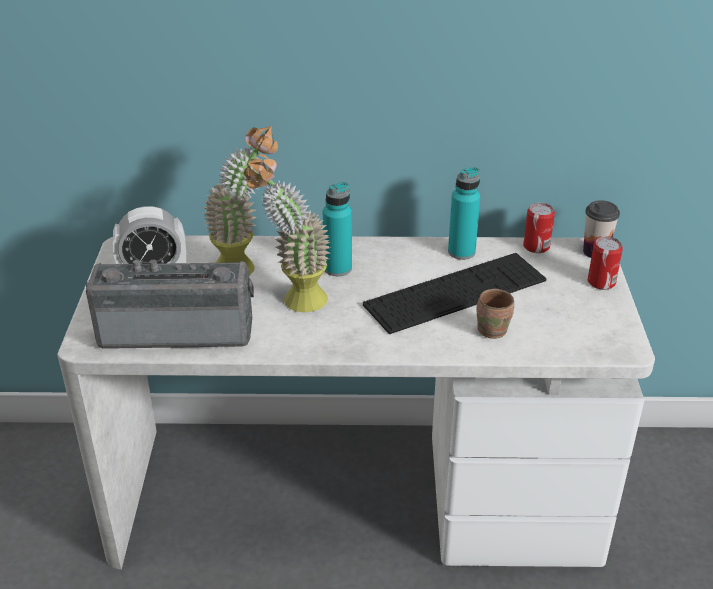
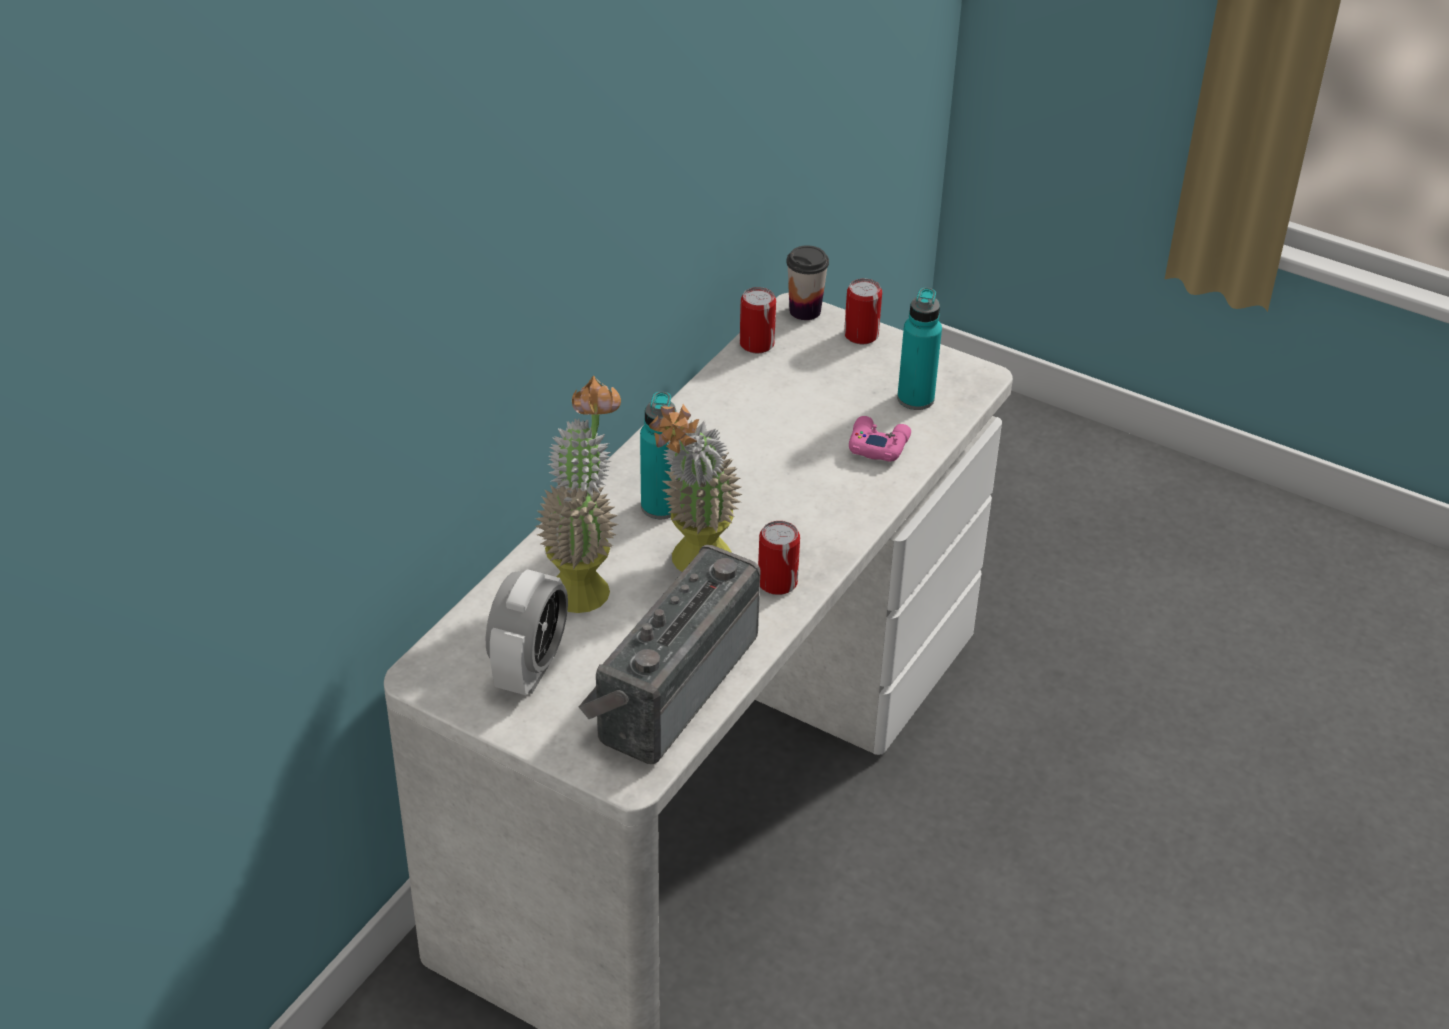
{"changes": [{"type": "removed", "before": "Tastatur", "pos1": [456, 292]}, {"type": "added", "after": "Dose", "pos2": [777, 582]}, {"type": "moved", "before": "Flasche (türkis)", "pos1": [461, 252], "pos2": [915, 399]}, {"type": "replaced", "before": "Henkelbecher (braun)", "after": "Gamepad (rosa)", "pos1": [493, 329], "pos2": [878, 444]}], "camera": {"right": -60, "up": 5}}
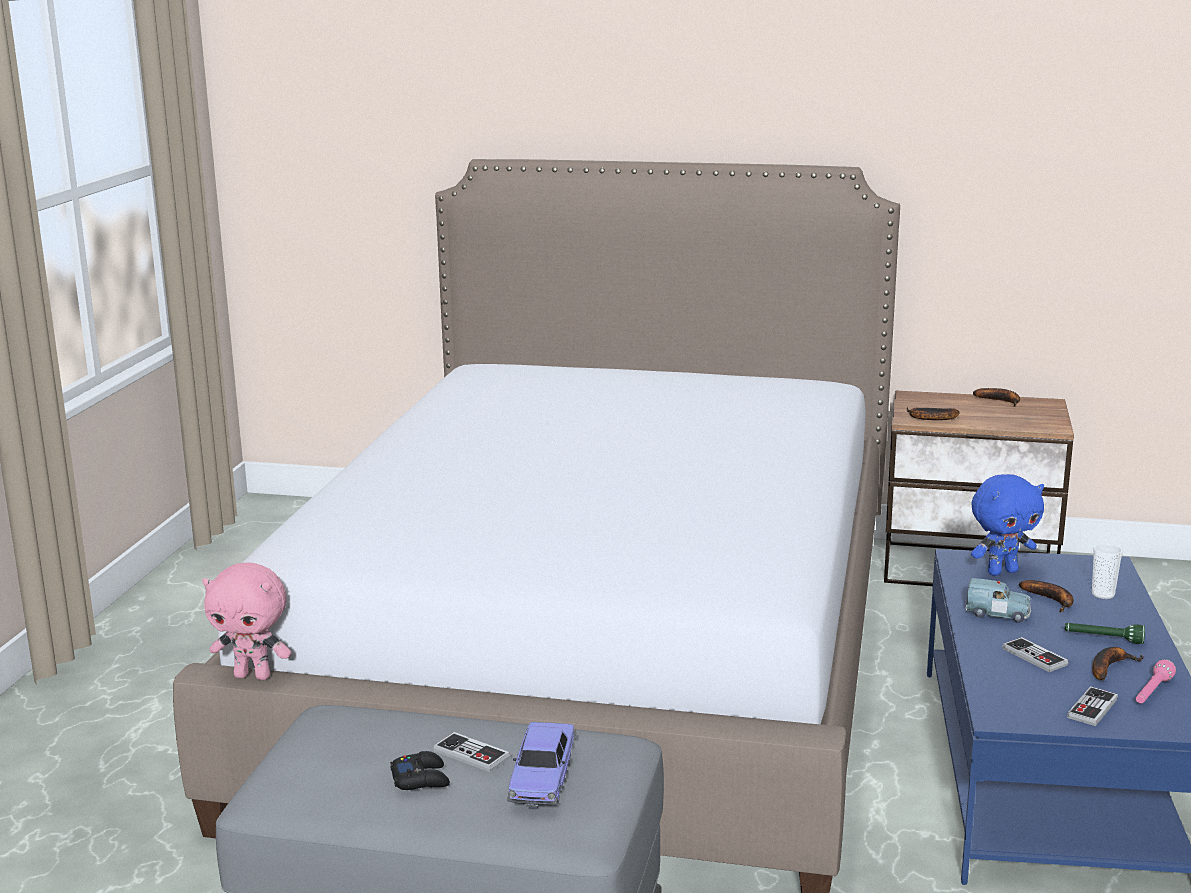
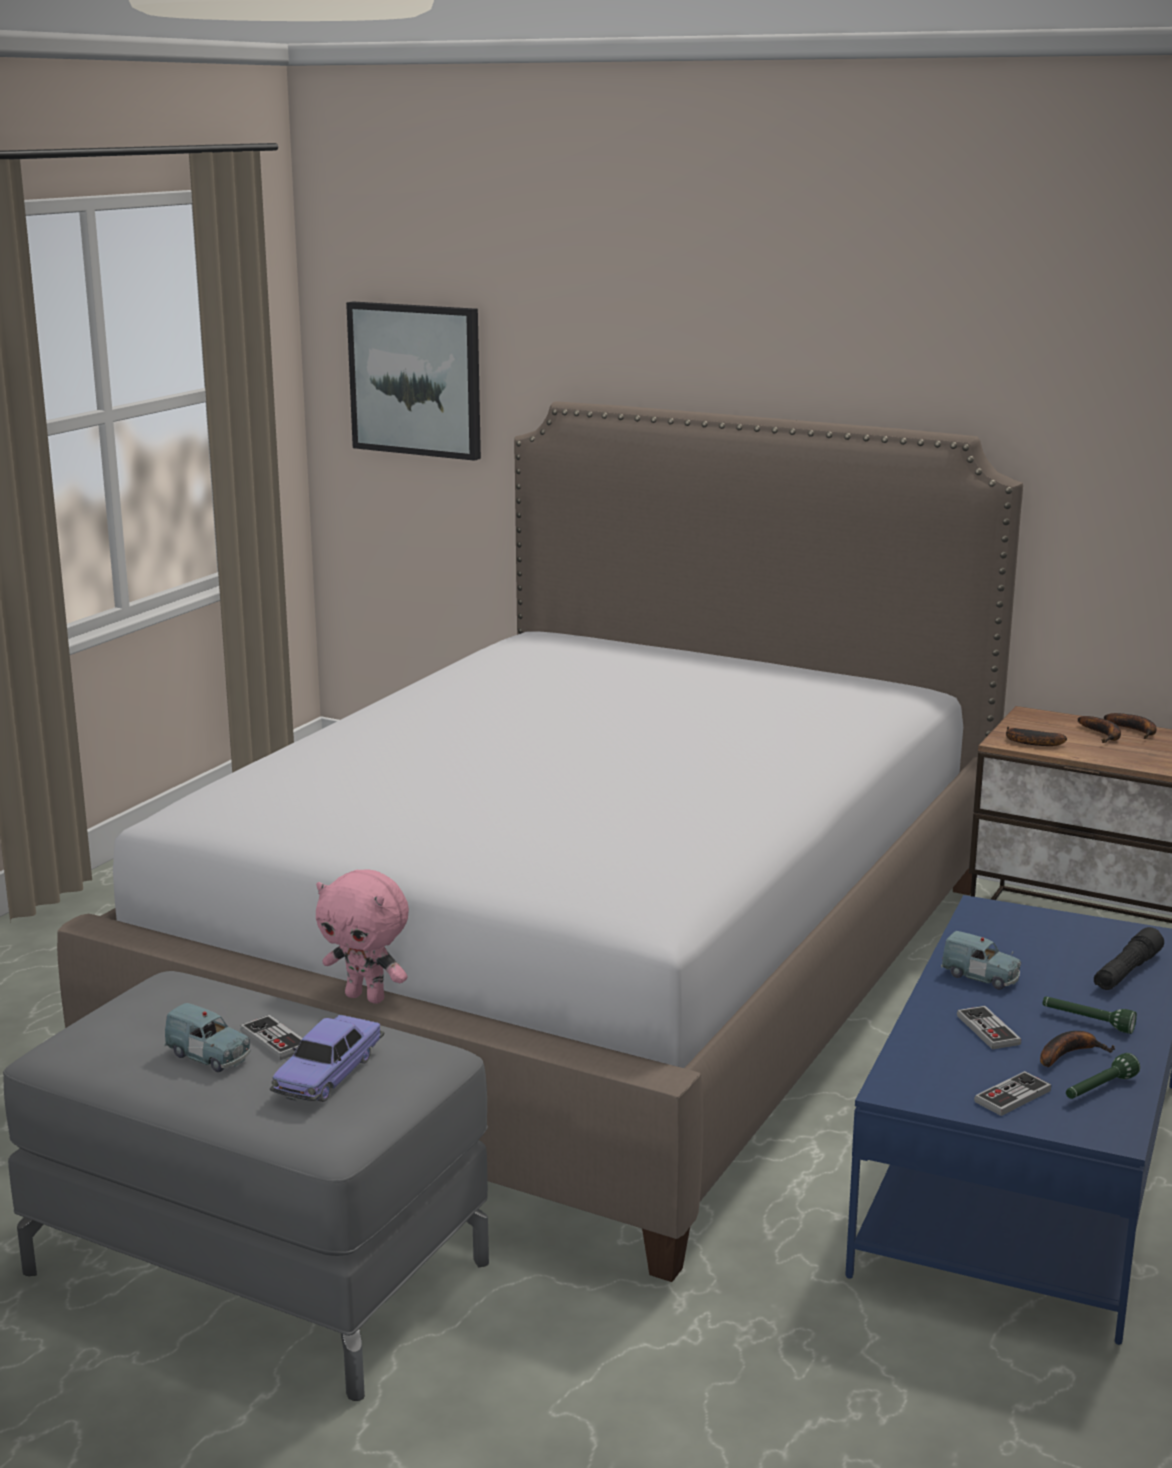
{"changes": [{"type": "removed", "before": "Plüschtier (blau)", "pos1": [1002, 571]}, {"type": "added", "after": "Bild", "pos2": [416, 379]}, {"type": "moved", "before": "Plüschtier (rosa)", "pos1": [253, 675], "pos2": [367, 997]}, {"type": "moved", "before": "Banane", "pos1": [1052, 600], "pos2": [1103, 735]}, {"type": "replaced", "before": "Gamepad (schwarz)", "after": "Spielzeugauto (blau)", "pos1": [421, 779], "pos2": [209, 1056]}, {"type": "replaced", "before": "Tasse", "after": "Taschenlampe (schwarz)", "pos1": [1103, 595], "pos2": [1126, 972]}, {"type": "recoloured", "before": "Taschenlampe (rosa)", "after": "Taschenlampe (grün)", "pos1": [1152, 692], "pos2": [1099, 1089]}], "camera": {"right": 15, "up": 0}}
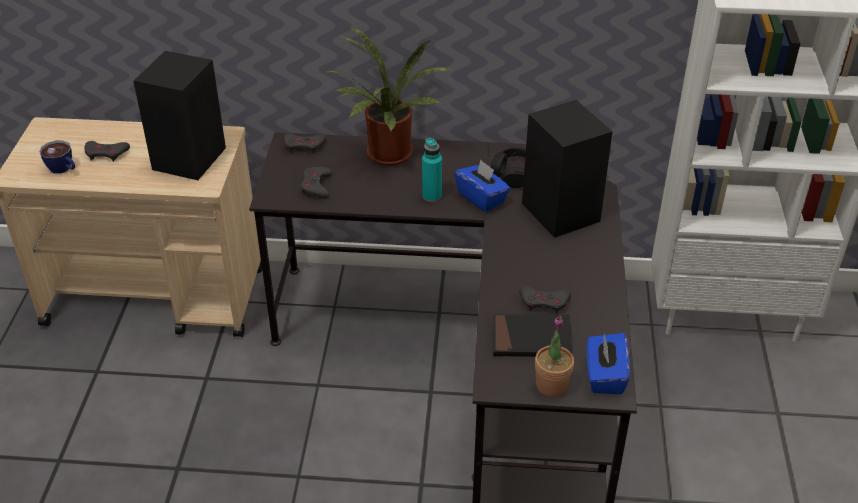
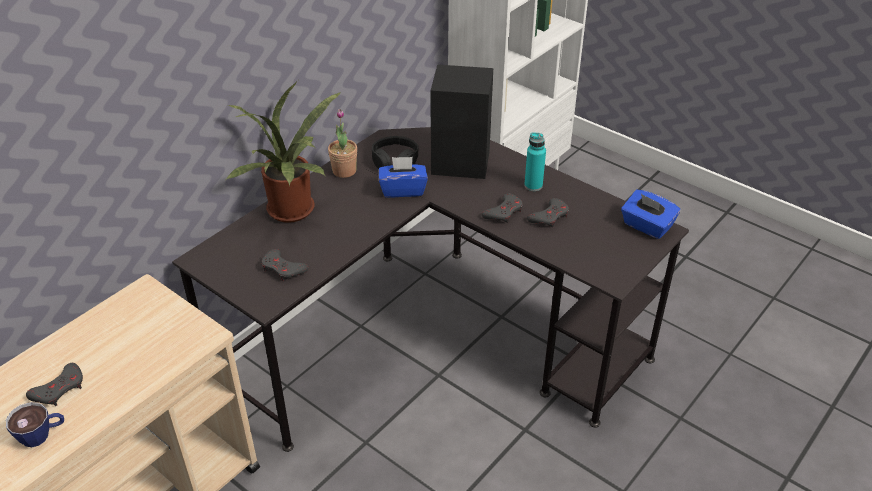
{"changes": [{"type": "removed", "before": "Lautsprecher (schwarz)", "pos1": [190, 157]}, {"type": "removed", "before": "Buch (schwarz)", "pos1": [531, 339]}, {"type": "moved", "before": "Gamepad (grau)", "pos1": [303, 146], "pos2": [503, 212]}, {"type": "moved", "before": "Flasche (türkis)", "pos1": [432, 196], "pos2": [533, 185]}, {"type": "moved", "before": "Topfpflanze", "pos1": [551, 385], "pos2": [344, 171]}], "camera": {"right": -55, "up": 0}}
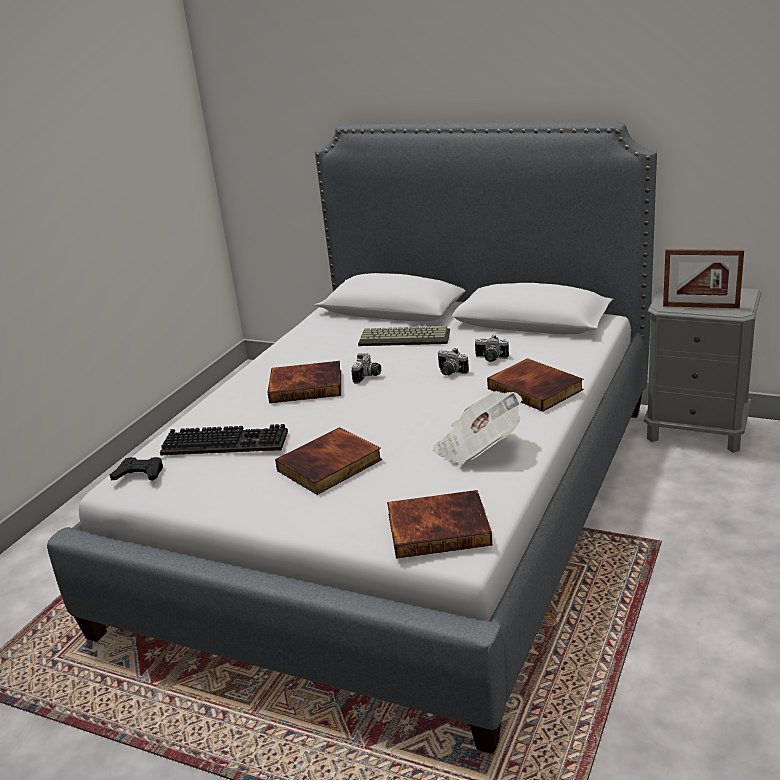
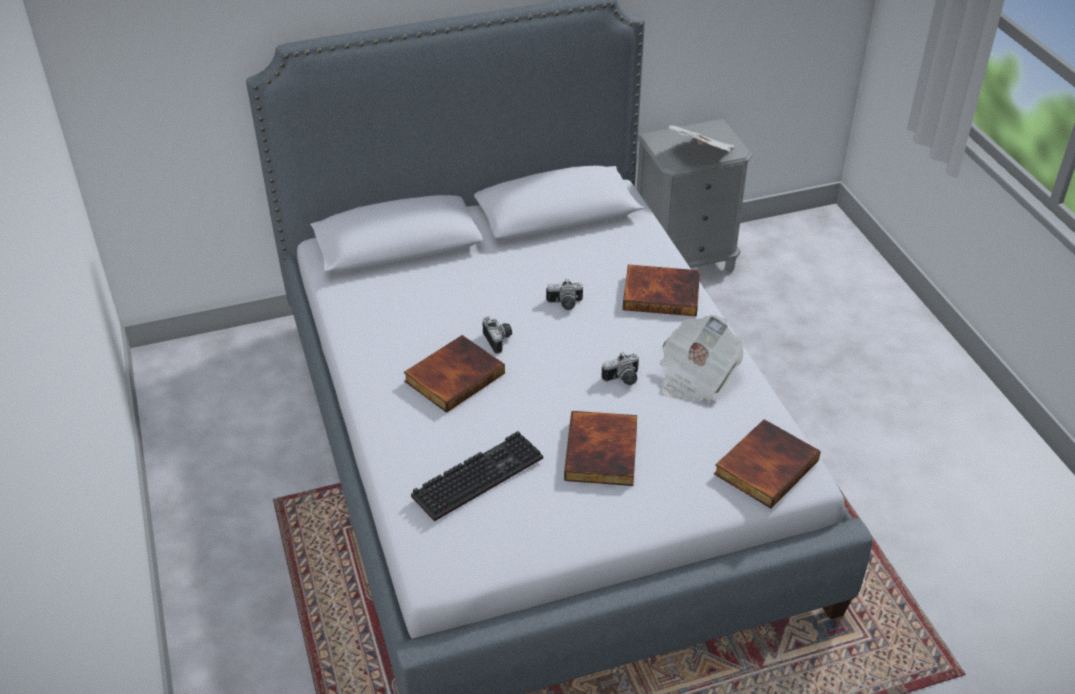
{"changes": [{"type": "removed", "before": "Gamepad (schwarz)", "pos1": [139, 474]}, {"type": "removed", "before": "Tastatur", "pos1": [405, 337]}, {"type": "moved", "before": "Kamera", "pos1": [490, 359], "pos2": [623, 379]}, {"type": "replaced", "before": "Bilderrahmen", "after": "Zeitung", "pos1": [700, 306], "pos2": [703, 154]}], "camera": {"right": -45, "up": 15}}
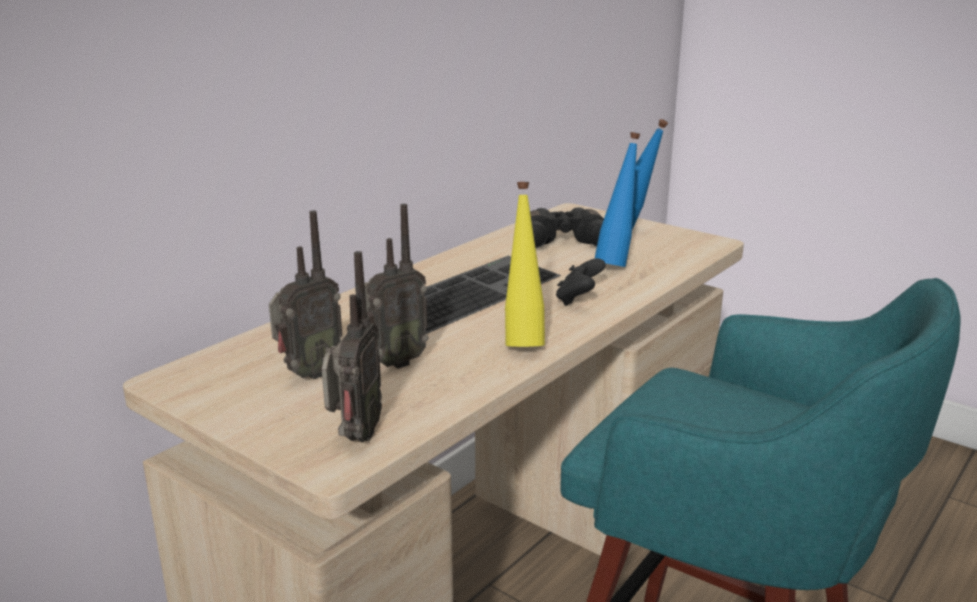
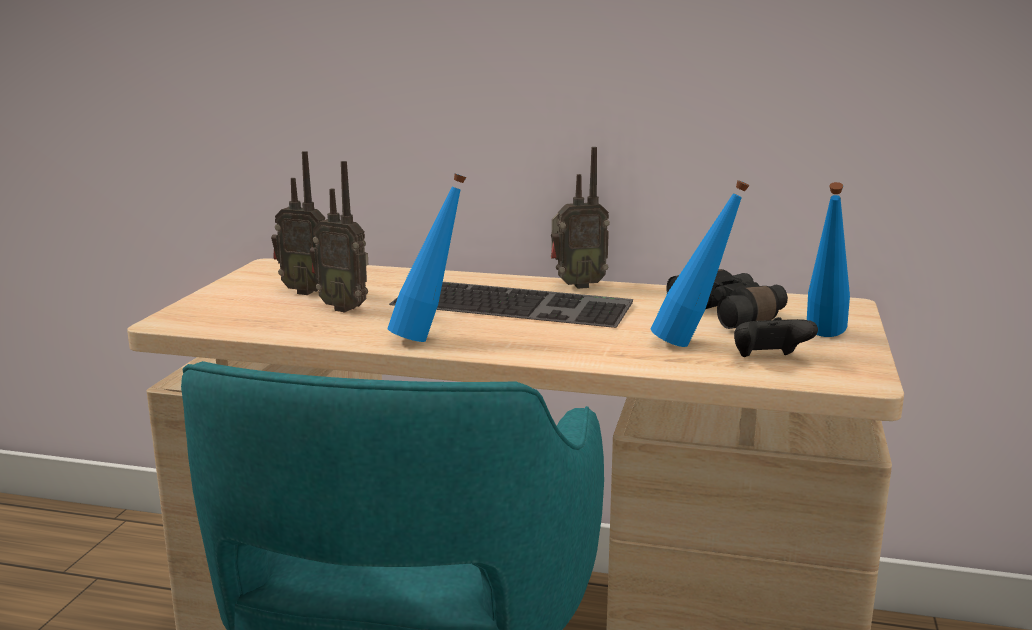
{"changes": [{"type": "moved", "before": "Radio", "pos1": [354, 437], "pos2": [576, 285]}, {"type": "moved", "before": "Gamepad (schwarz)", "pos1": [578, 300], "pos2": [769, 360]}, {"type": "recoloured", "before": "Flasche (gelb)", "after": "Flasche (blau)", "pos1": [523, 341], "pos2": [429, 338]}], "camera": {"right": 65, "up": -5}}
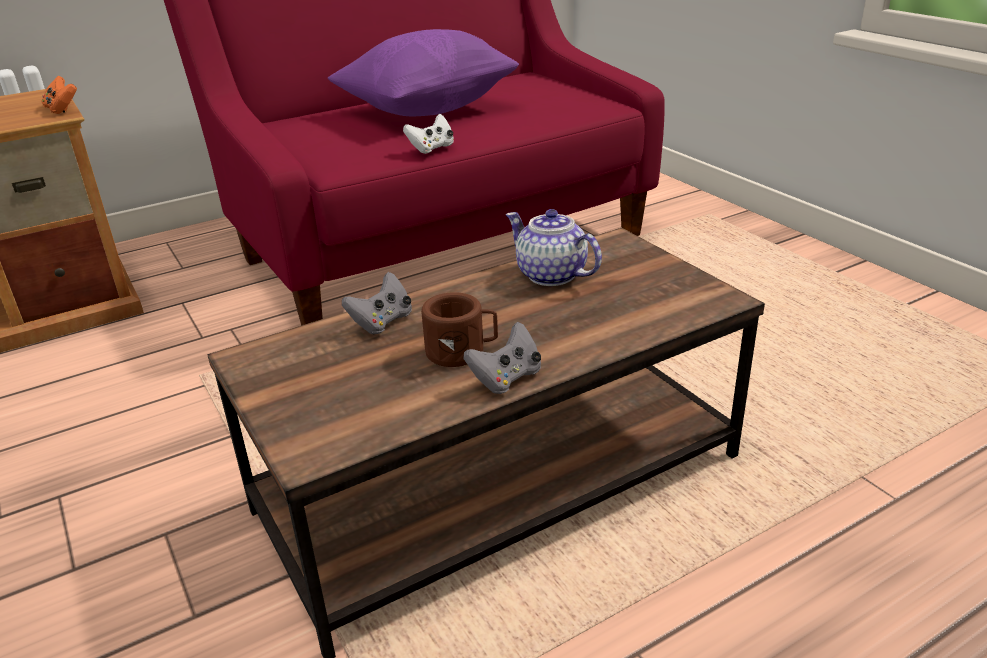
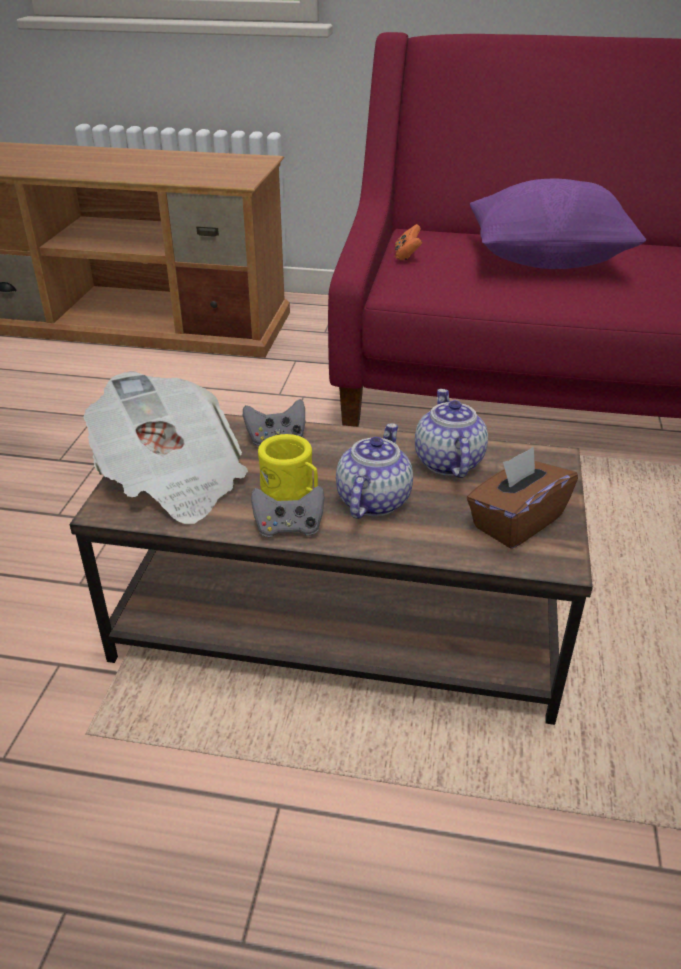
{"changes": [{"type": "removed", "before": "Gamepad (weiß)", "pos1": [431, 148]}, {"type": "added", "after": "Zeitung", "pos2": [172, 479]}, {"type": "added", "after": "Teekanne", "pos2": [372, 500]}, {"type": "added", "after": "Taschentuchbox (braun)", "pos2": [516, 522]}, {"type": "moved", "before": "Gamepad (orange)", "pos1": [62, 109], "pos2": [407, 255]}, {"type": "recoloured", "before": "Henkelbecher (braun)", "after": "Henkelbecher (gelb)", "pos1": [462, 351], "pos2": [291, 490]}], "camera": {"right": 40, "up": 5}}
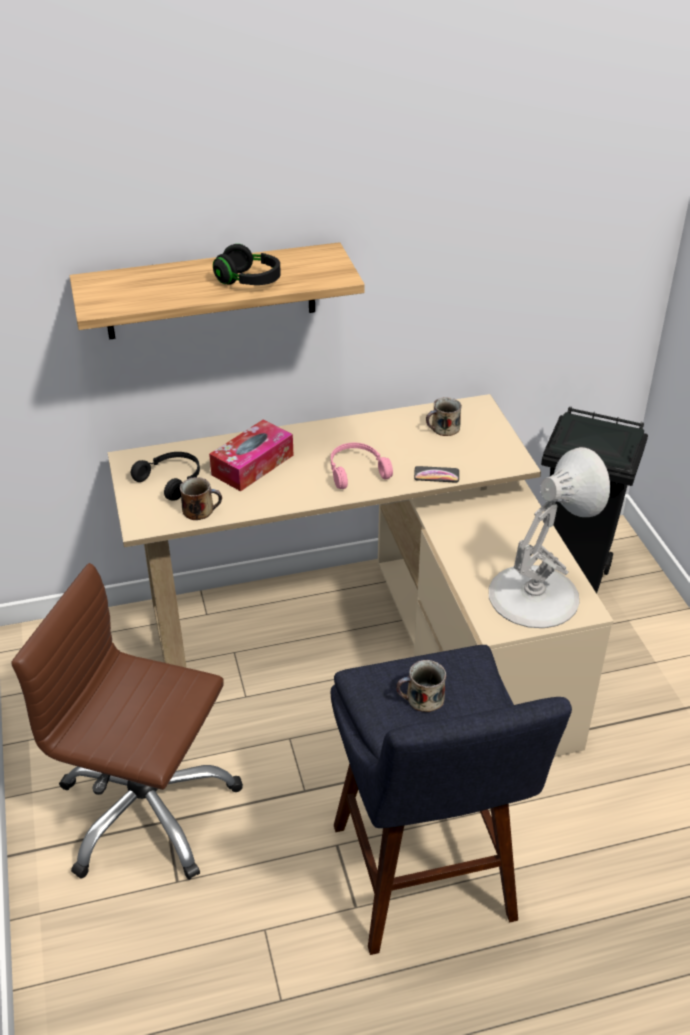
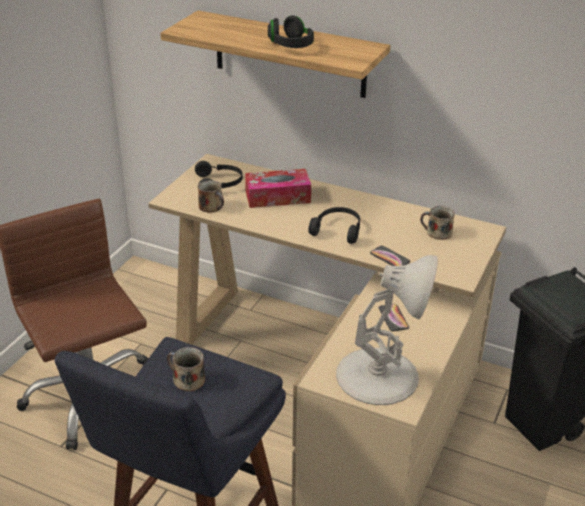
{"changes": [{"type": "added", "after": "Handy", "pos2": [393, 318]}, {"type": "recoloured", "before": "Kopfhörer (rosa)", "after": "Kopfhörer (schwarz)", "pos1": [356, 471], "pos2": [338, 230]}], "camera": {"right": 40, "up": -5}}
